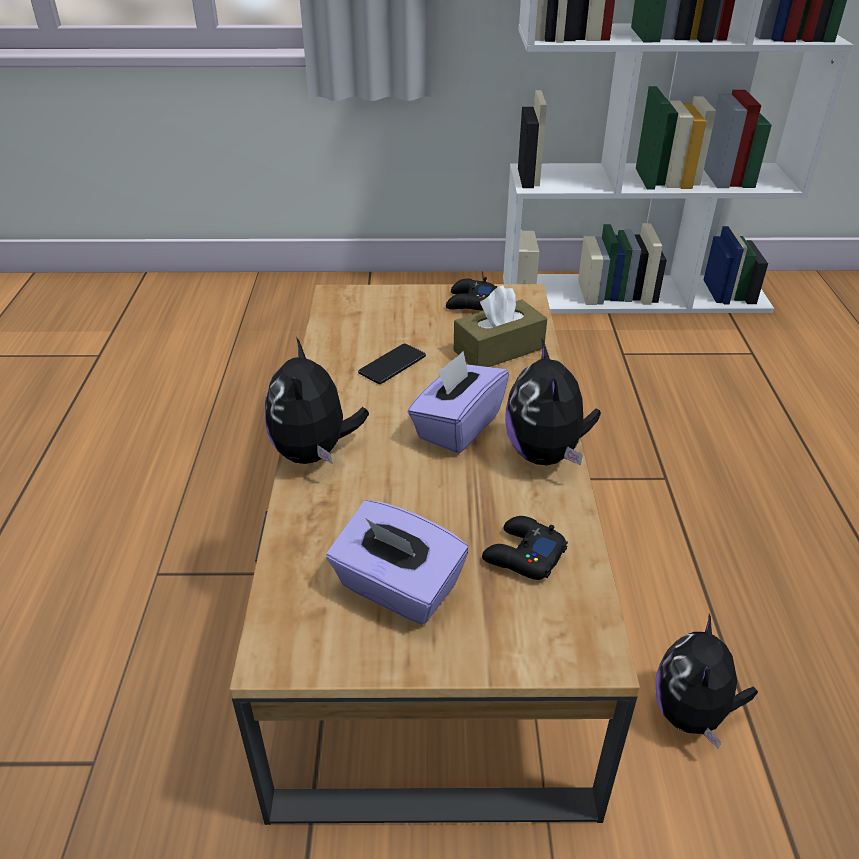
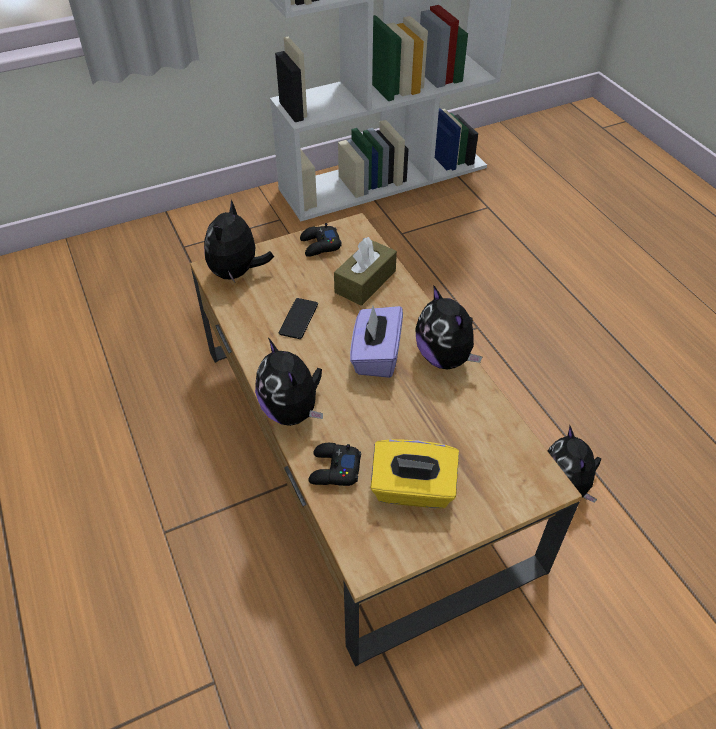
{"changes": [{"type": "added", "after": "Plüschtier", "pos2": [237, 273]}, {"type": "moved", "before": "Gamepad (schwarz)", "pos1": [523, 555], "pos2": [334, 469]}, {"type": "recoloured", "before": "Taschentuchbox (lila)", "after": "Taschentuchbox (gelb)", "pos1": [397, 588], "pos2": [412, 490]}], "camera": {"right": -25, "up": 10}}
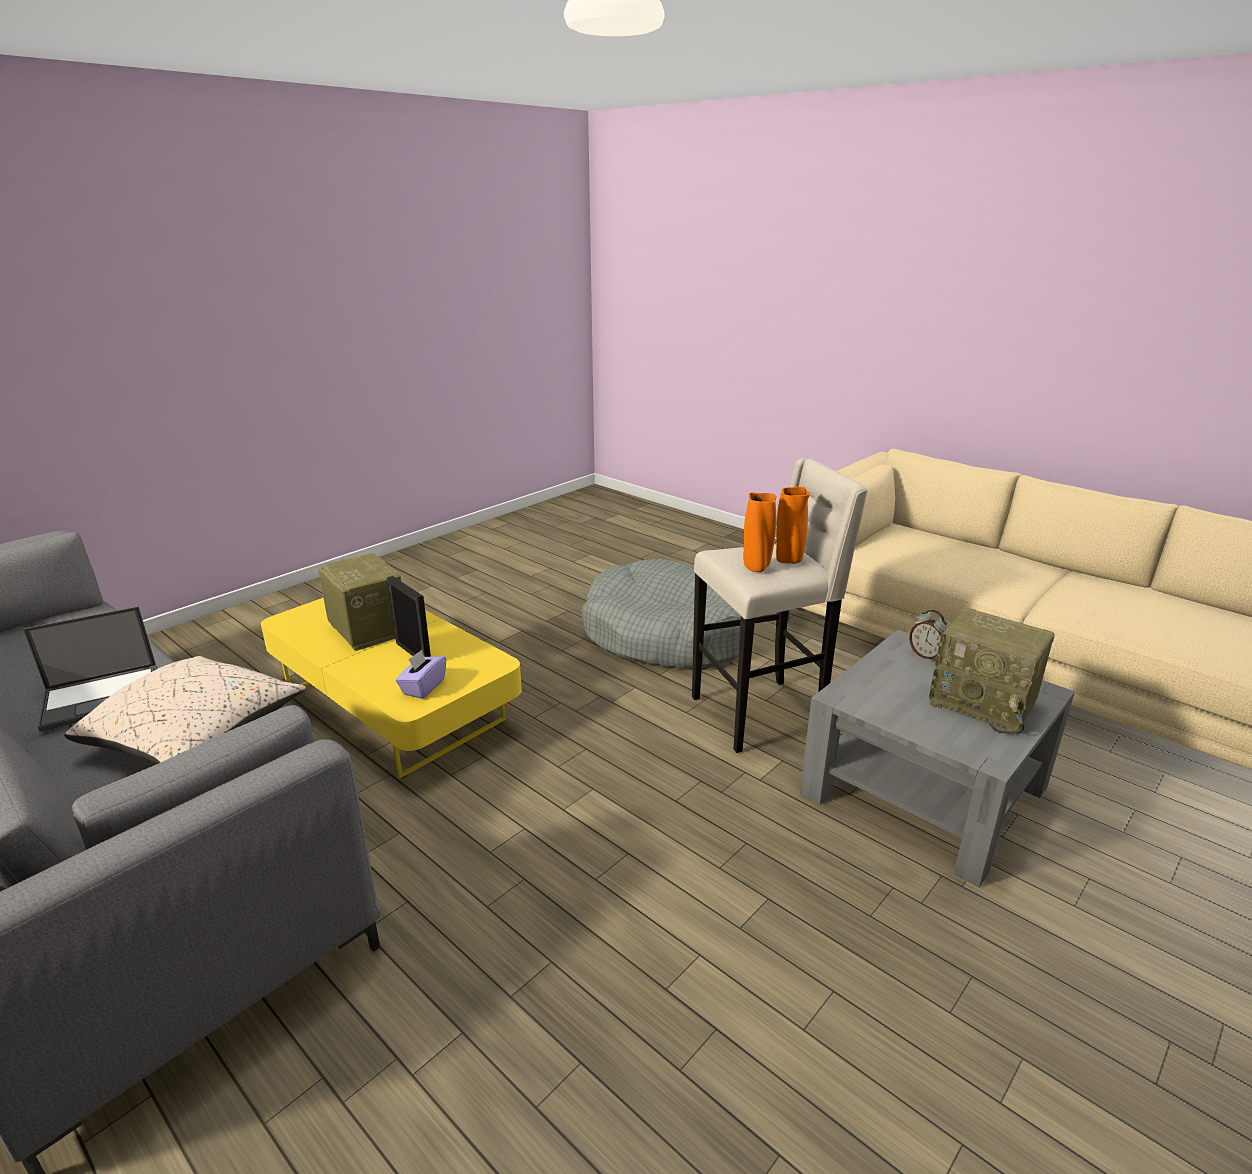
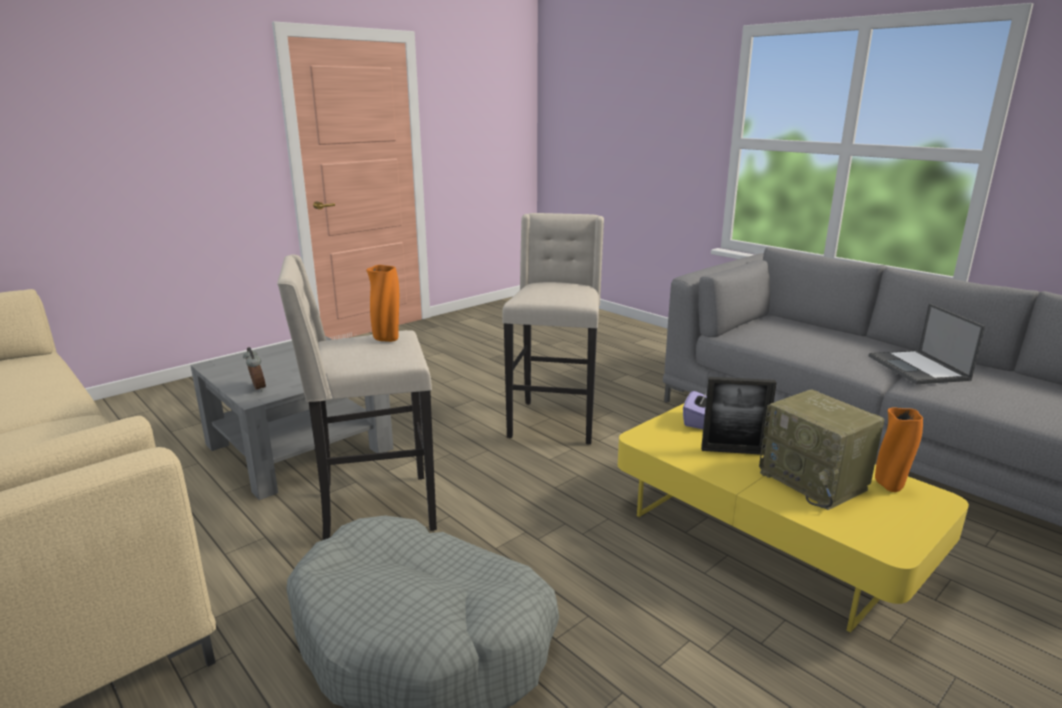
{"changes": [{"type": "removed", "before": "Kissen (beige)", "pos1": [197, 737]}, {"type": "removed", "before": "Radio", "pos1": [984, 704]}, {"type": "added", "after": "Hocker (beige)", "pos2": [554, 421]}, {"type": "moved", "before": "Vase (orange)", "pos1": [788, 561], "pos2": [890, 486]}, {"type": "turned", "before": "Laptop", "pos1": [103, 696], "pos2": [919, 368], "turn": -75}, {"type": "turned", "before": "Bilderrahmen", "pos1": [413, 653], "pos2": [733, 451], "turn": -45}], "camera": {"right": -175, "up": -5}}
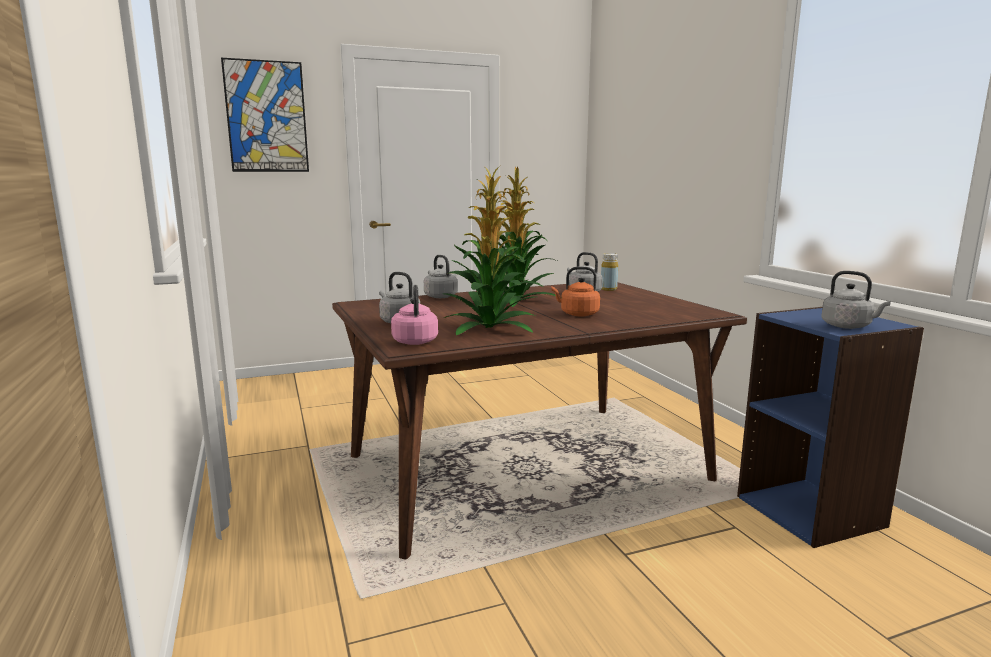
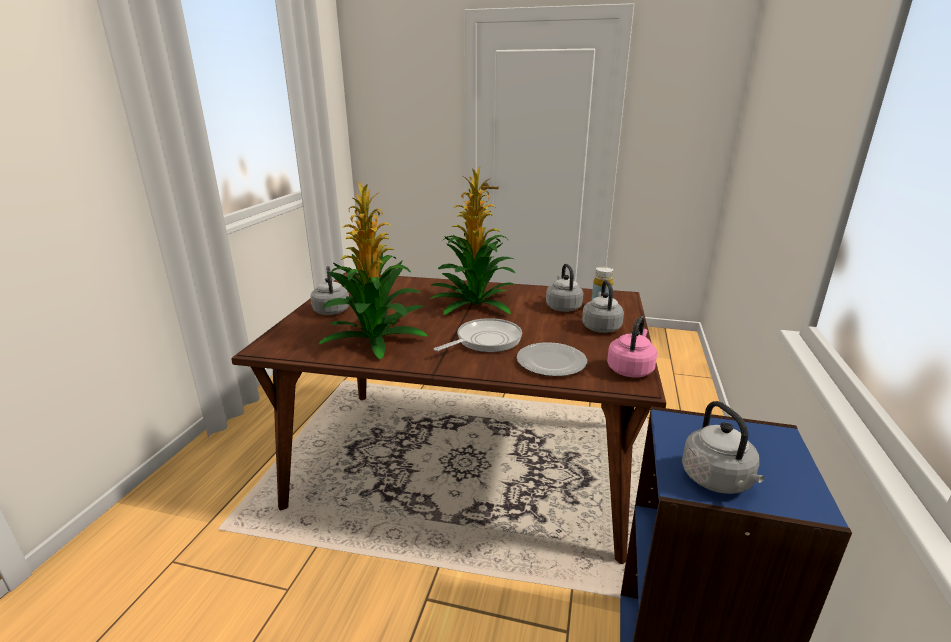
{"changes": [{"type": "removed", "before": "Bild", "pos1": [266, 117]}, {"type": "added", "after": "Teller", "pos2": [552, 362]}, {"type": "moved", "before": "Wasserkessel (rosa)", "pos1": [415, 341], "pos2": [630, 369]}, {"type": "moved", "before": "Wasserkessel (grau)", "pos1": [439, 296], "pos2": [600, 327]}, {"type": "replaced", "before": "Wasserkessel (orange)", "after": "Pfanne", "pos1": [577, 314], "pos2": [485, 341]}], "camera": {"right": 35, "up": 10}}
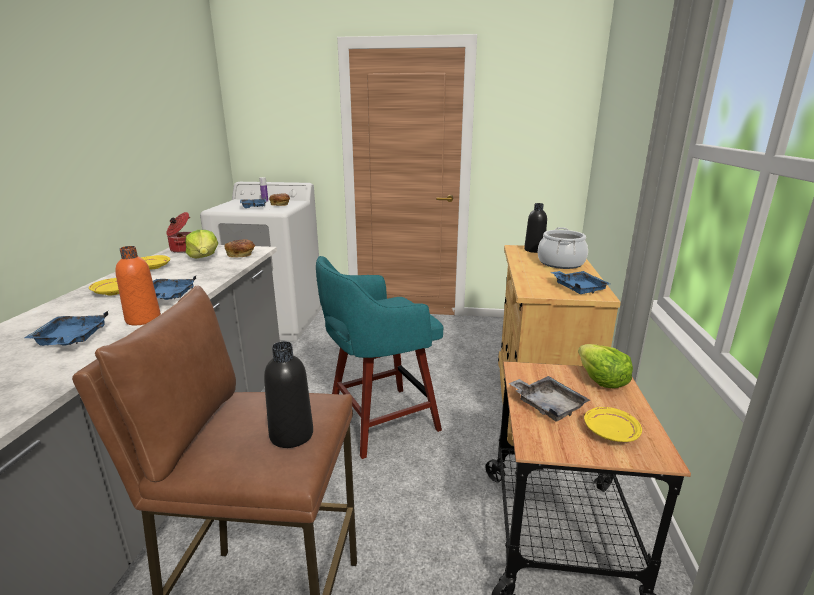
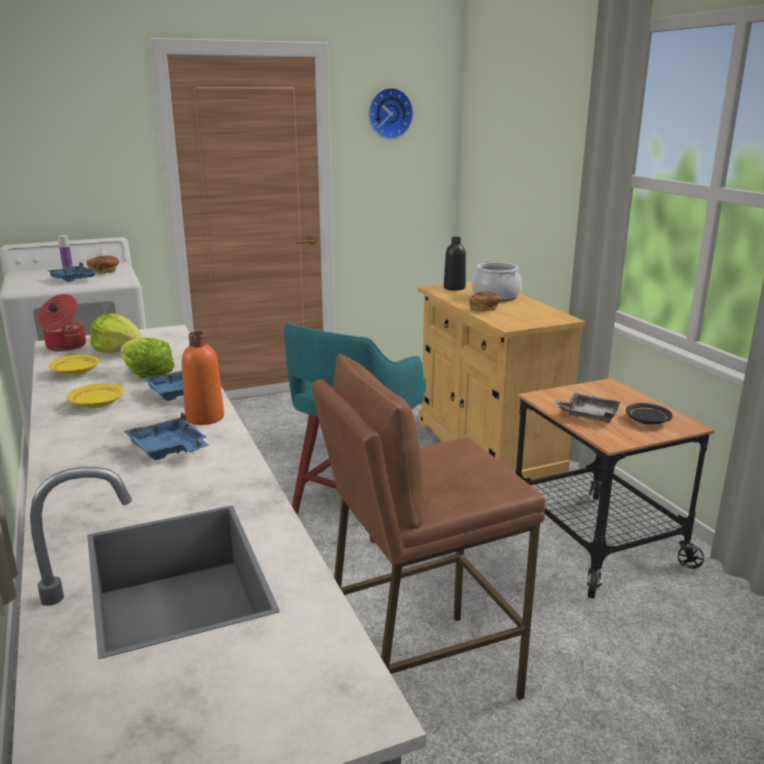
{"changes": [{"type": "removed", "before": "Flasche (schwarz)", "pos1": [291, 435]}, {"type": "removed", "before": "Tablett (blau)", "pos1": [578, 288]}, {"type": "added", "after": "Wanduhr", "pos2": [389, 113]}, {"type": "moved", "before": "Brot", "pos1": [241, 255], "pos2": [484, 309]}, {"type": "moved", "before": "Salatkopf", "pos1": [601, 380], "pos2": [147, 374]}, {"type": "recoloured", "before": "Teller (gelb)", "after": "Teller (schwarz)", "pos1": [610, 432], "pos2": [647, 420]}], "camera": {"right": -30, "up": 0}}
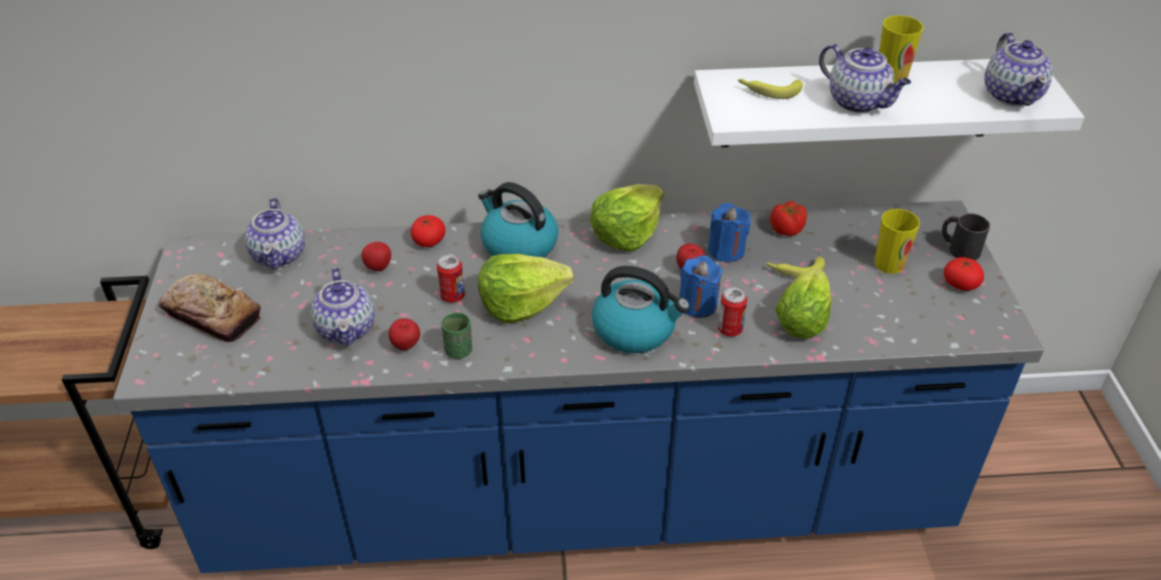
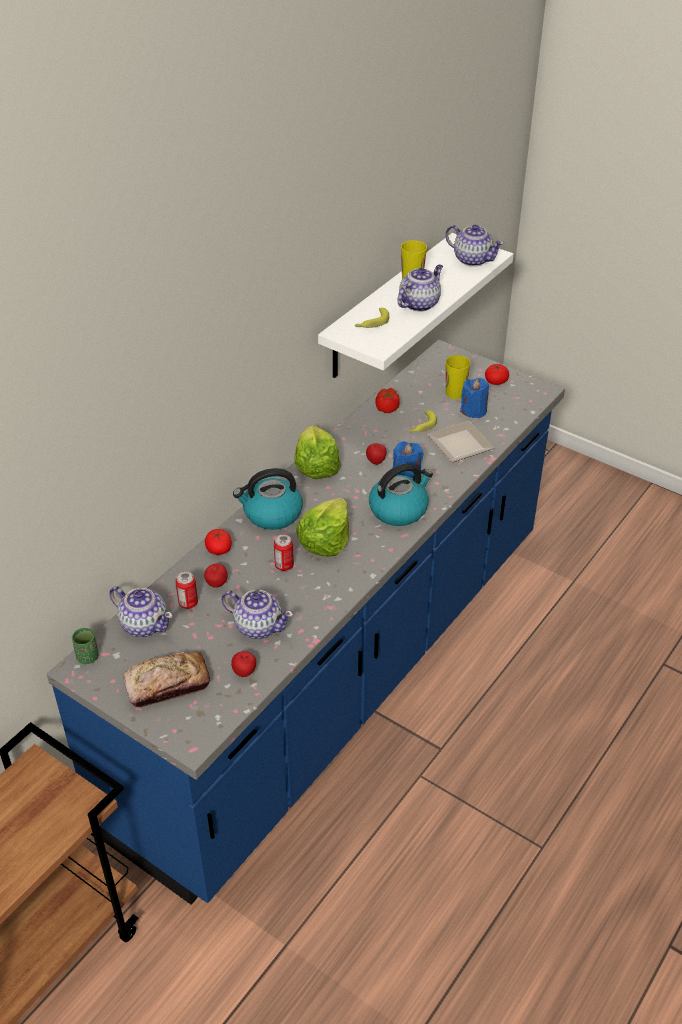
{"changes": [{"type": "removed", "before": "Henkelbecher (schwarz)", "pos1": [958, 248]}, {"type": "moved", "before": "Apfel", "pos1": [406, 346], "pos2": [244, 673]}, {"type": "moved", "before": "Tasse (grün)", "pos1": [458, 351], "pos2": [88, 657]}, {"type": "moved", "before": "Kerze (blau)", "pos1": [726, 250], "pos2": [473, 410]}, {"type": "moved", "before": "Dose", "pos1": [730, 329], "pos2": [188, 603]}, {"type": "replaced", "before": "Salatkopf", "after": "Teller", "pos1": [803, 318], "pos2": [459, 446]}, {"type": "turned", "before": "Teekanne", "pos1": [858, 102], "pos2": [419, 303], "turn": -45}], "camera": {"right": -50, "up": 0}}
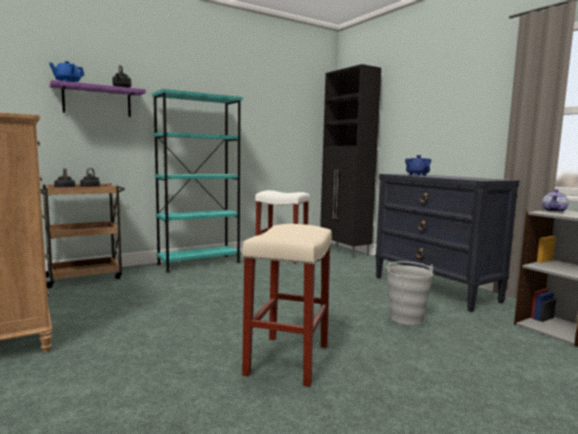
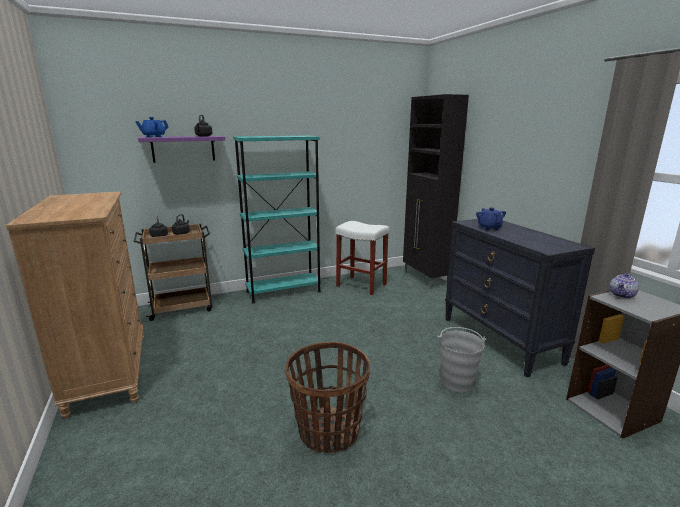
{"changes": [{"type": "replaced", "before": "Hocker (beige)", "after": "Korb", "pos1": [288, 360], "pos2": [328, 432]}], "camera": {"right": 10, "up": 10}}
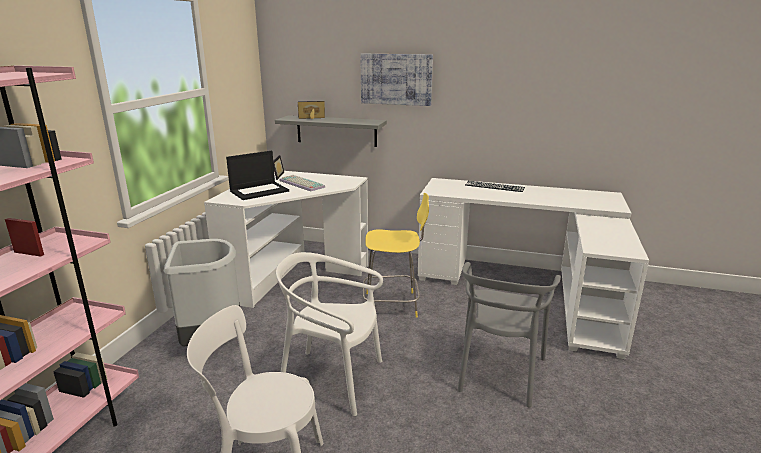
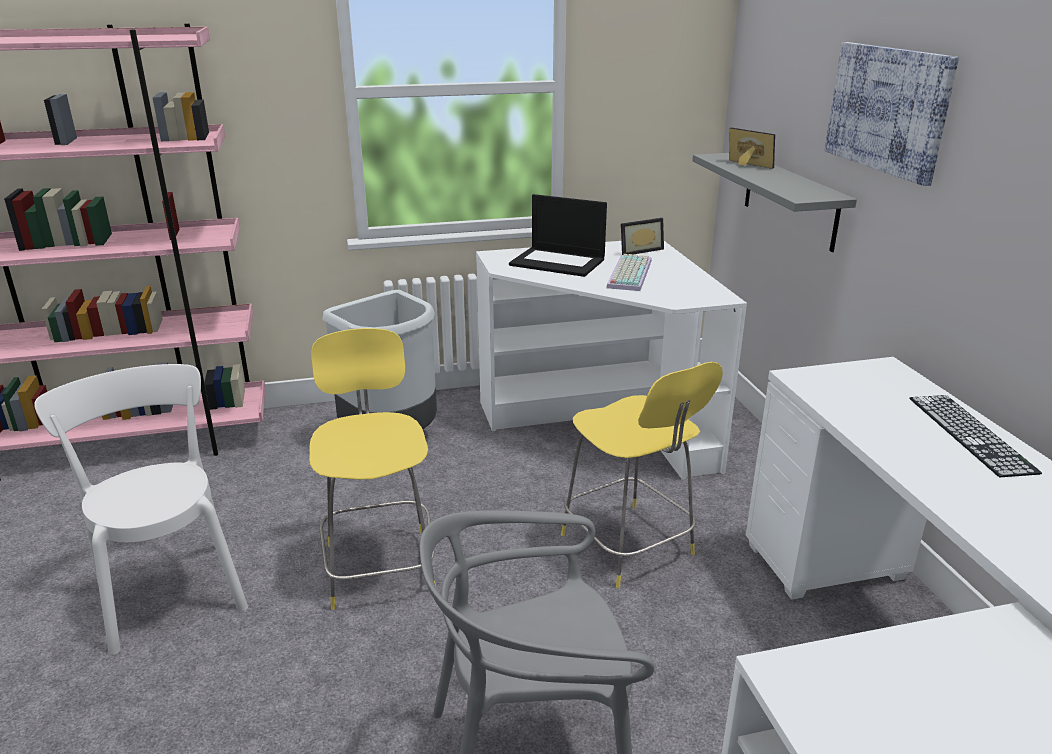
{"changes": [{"type": "replaced", "before": "Stuhl (weiß)", "after": "Hocker (gelb)", "pos1": [332, 379], "pos2": [380, 564]}], "camera": {"right": 60, "up": 5}}
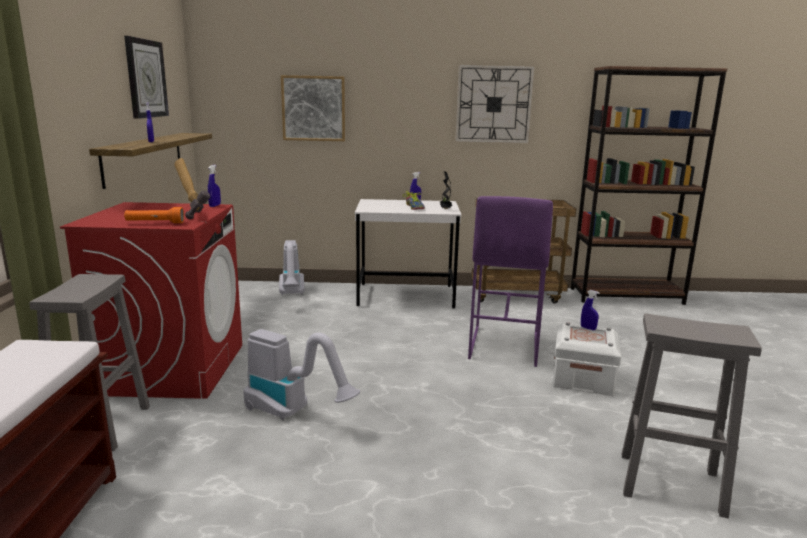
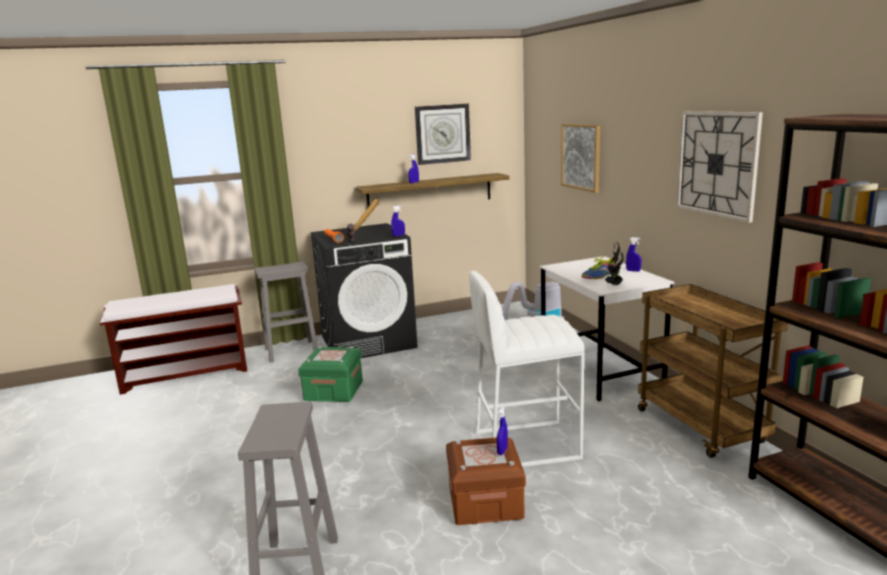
{"changes": [{"type": "replaced", "before": "Staubsauger", "after": "Aufbewahrungsbox (grün)", "pos1": [294, 412], "pos2": [334, 391]}, {"type": "recoloured", "before": "Waschmaschine (rot)", "after": "Waschmaschine (schwarz)", "pos1": [173, 368], "pos2": [369, 342]}, {"type": "recoloured", "before": "Hocker (lila)", "after": "Hocker (weiß)", "pos1": [503, 346], "pos2": [525, 444]}, {"type": "recoloured", "before": "Aufbewahrungsbox (weiß)", "after": "Aufbewahrungsbox (braun)", "pos1": [582, 378], "pos2": [485, 502]}], "camera": {"right": 70, "up": 0}}
